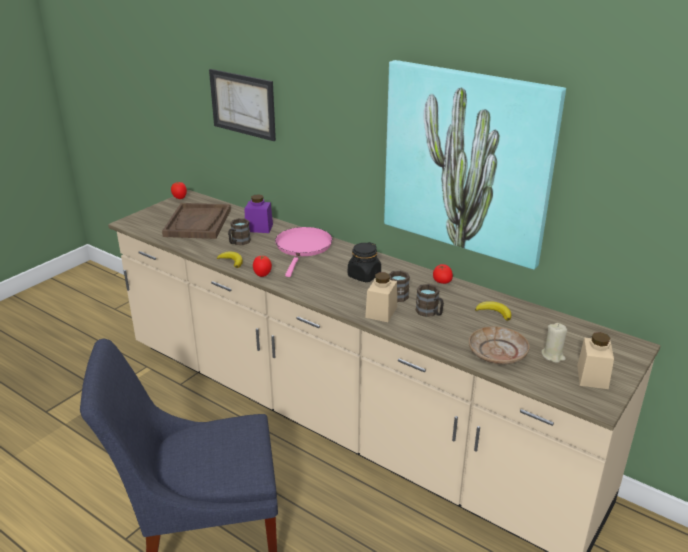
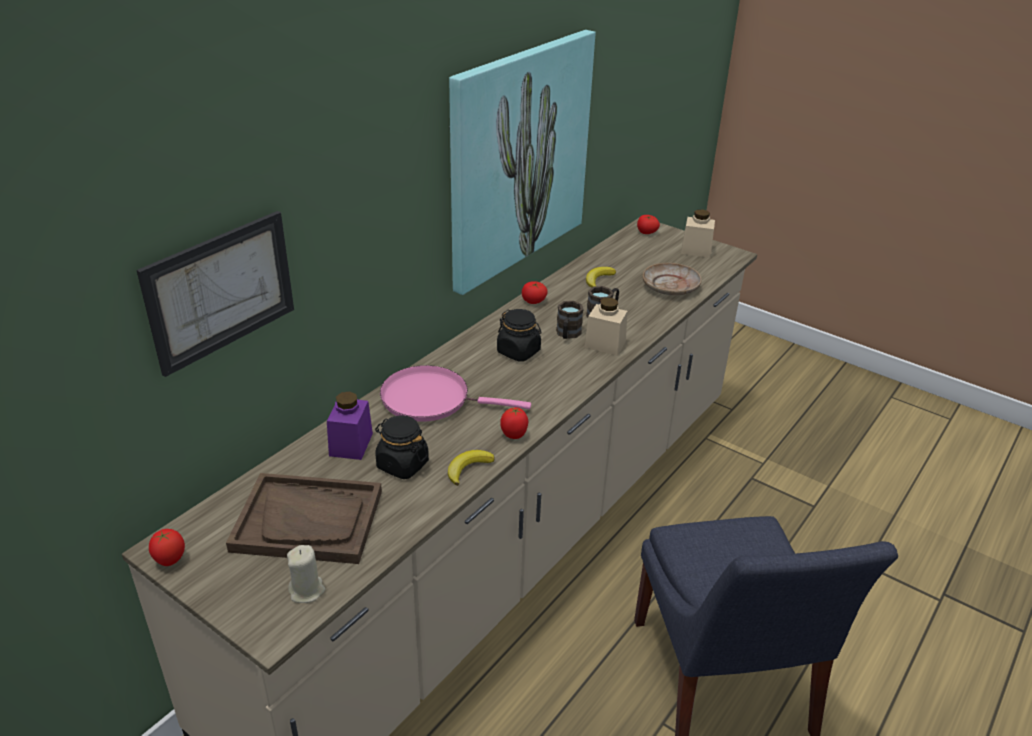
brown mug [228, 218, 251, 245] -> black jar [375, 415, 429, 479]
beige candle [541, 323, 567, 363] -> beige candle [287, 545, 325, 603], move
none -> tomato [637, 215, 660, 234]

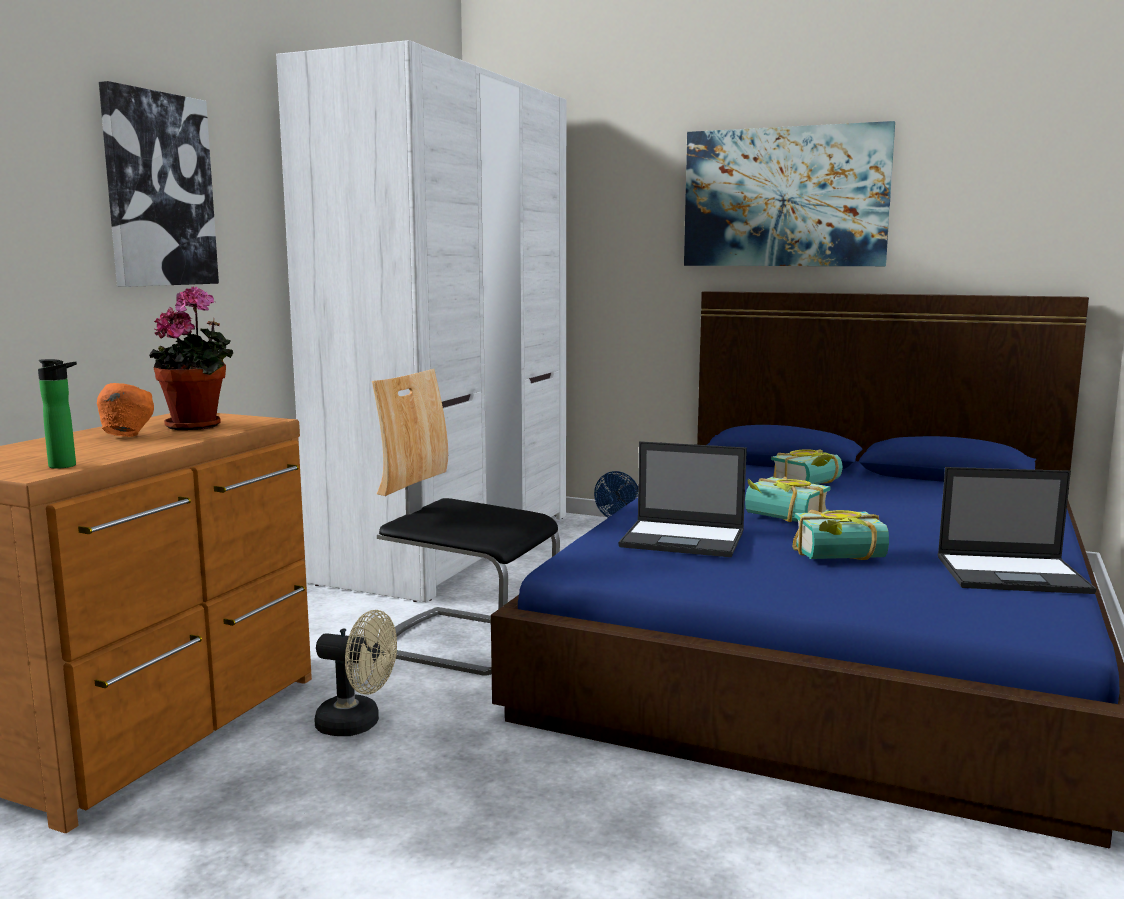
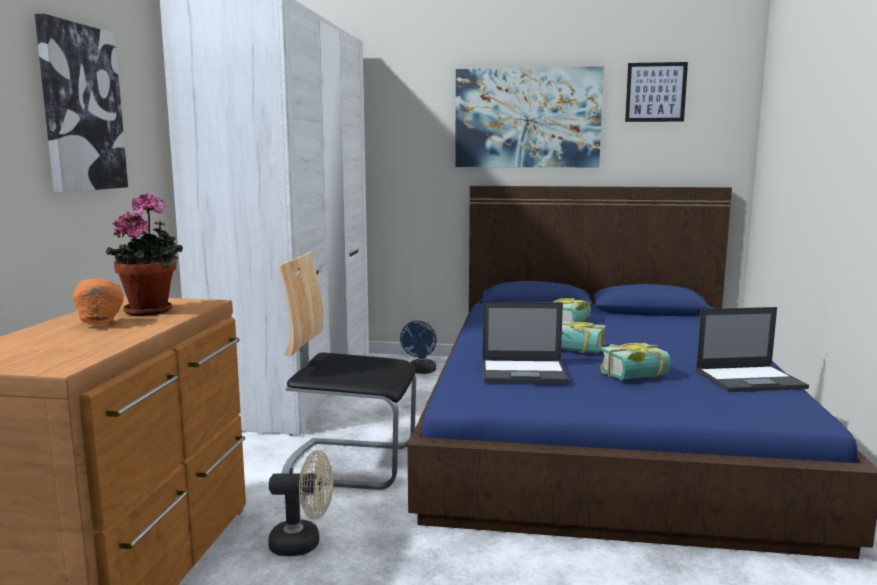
bottle [38, 359, 77, 469] -> none
none -> picture [625, 62, 688, 122]

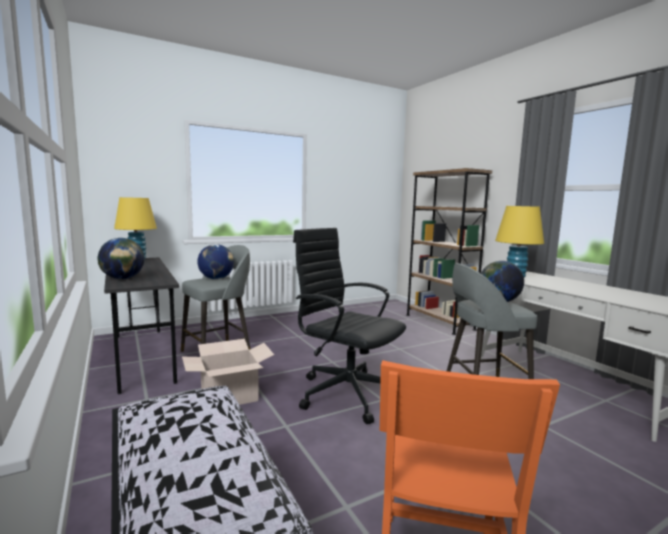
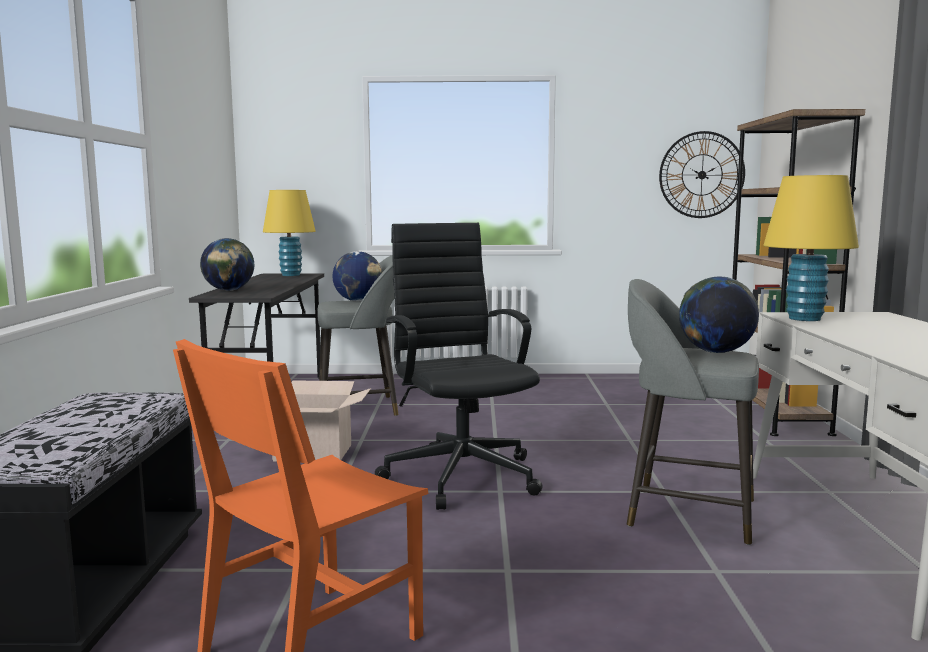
none -> wall clock [659, 131, 745, 218]

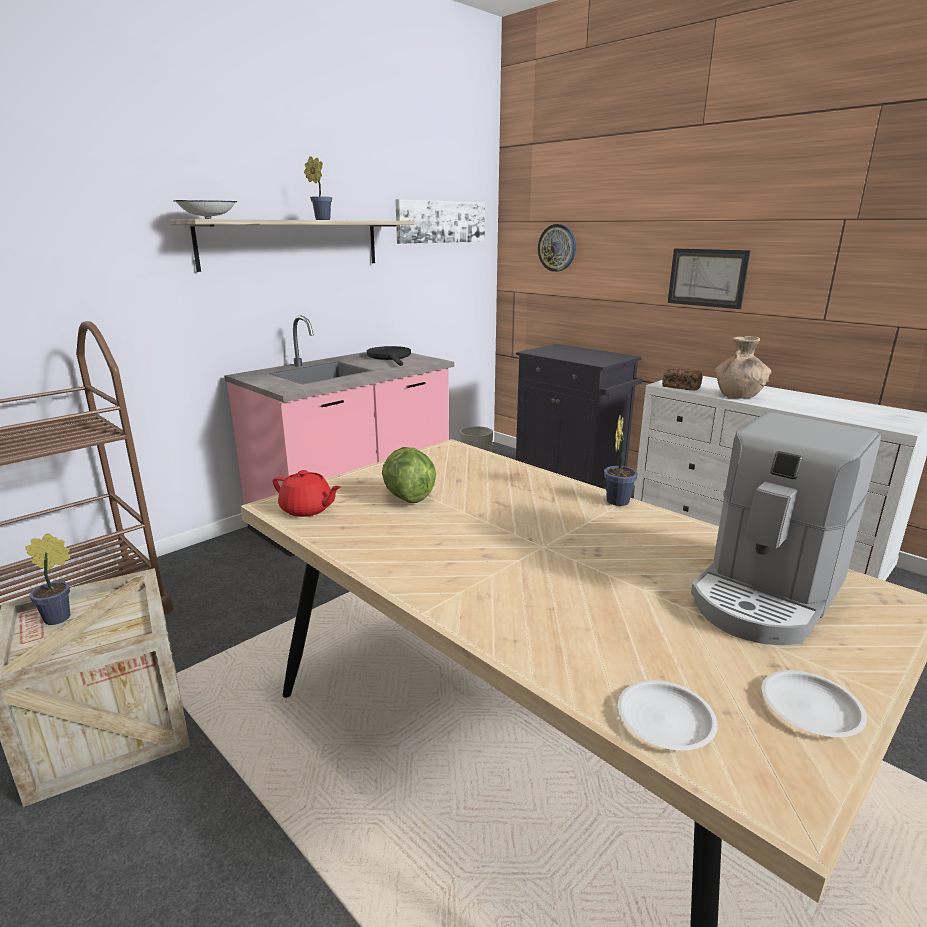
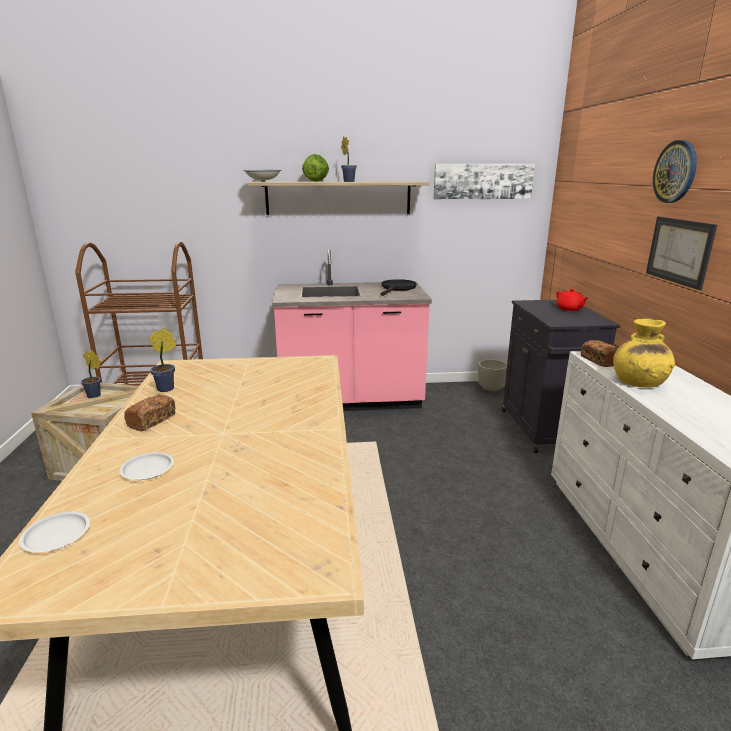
red teapot [273, 470, 341, 517] -> red teapot [556, 289, 588, 311], move
lettuce [382, 447, 436, 503] -> lettuce [302, 154, 329, 182], move
wall clock [538, 224, 576, 272] -> wall clock [653, 140, 697, 203], move
potted plant [604, 415, 638, 506] -> potted plant [150, 328, 176, 392], move
coffee machine [691, 412, 882, 645] -> none
brown vase [715, 336, 771, 399] -> yellow vase [613, 319, 675, 387]
white plate [762, 670, 867, 737] -> white plate [119, 452, 174, 480], move
none -> bread [124, 394, 176, 431]

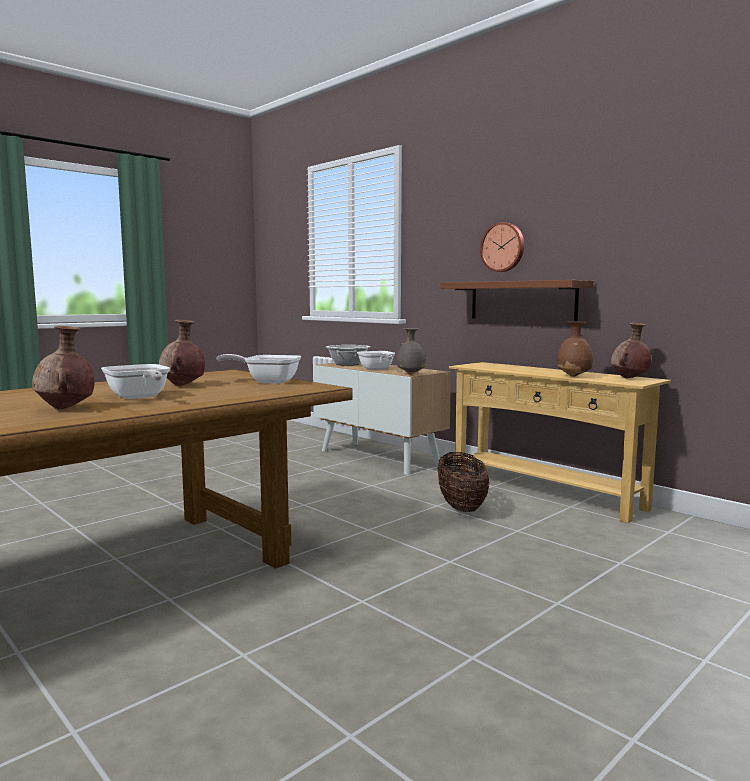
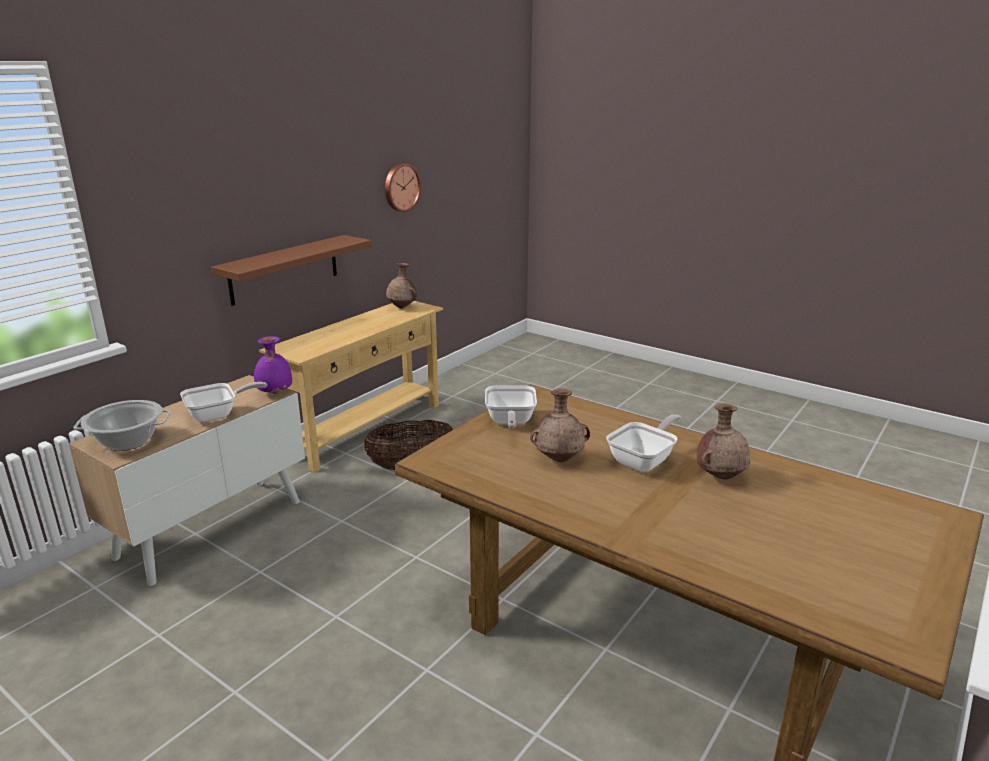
grey vase [396, 328, 426, 375] -> purple vase [254, 336, 292, 394]
wall clock [480, 222, 524, 272] -> wall clock [385, 163, 421, 212], move
brown vase [557, 322, 593, 377] -> none

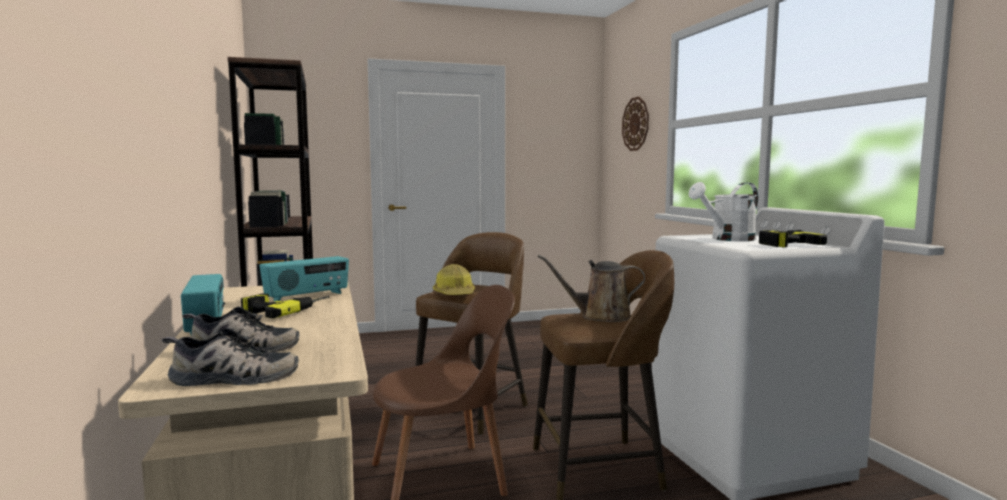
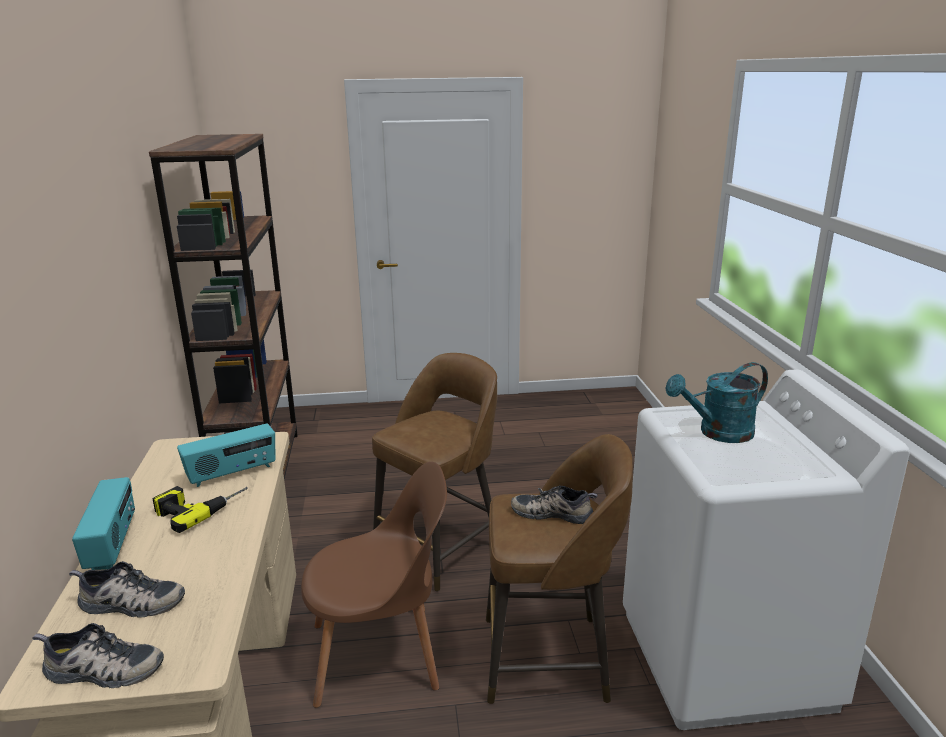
hard hat [433, 264, 475, 295] -> none
brown watering can [538, 255, 645, 322] -> shoe [511, 485, 598, 524]
wall clock [622, 97, 649, 151] -> none
white watering can [689, 182, 758, 241] -> turquoise watering can [665, 362, 768, 443]
power drill [759, 230, 827, 247] -> none

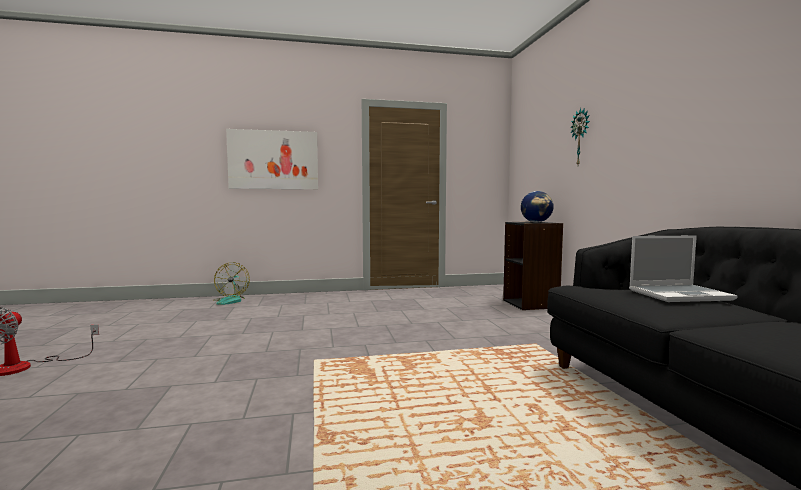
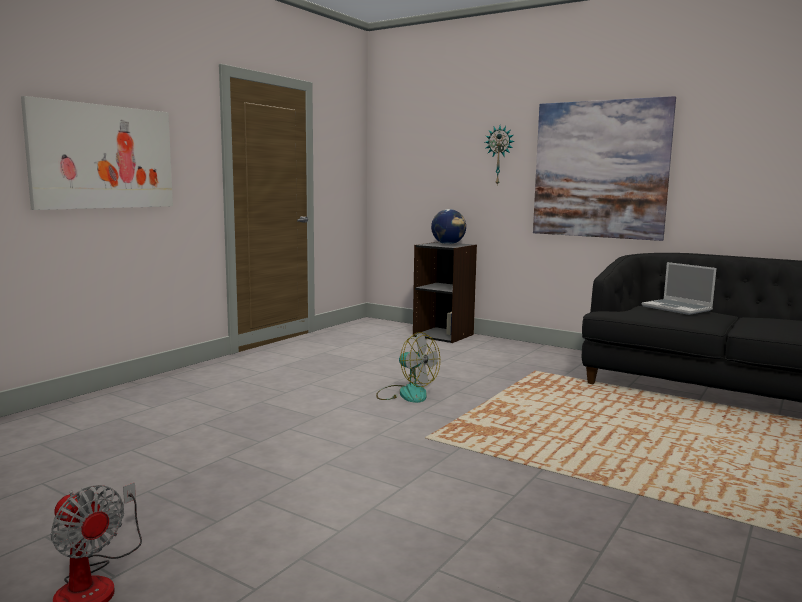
fan [213, 262, 250, 305] -> fan [376, 332, 440, 403], move
laptop [629, 236, 738, 302] -> laptop [642, 262, 717, 315], 105 degrees clockwise
none -> picture [533, 96, 676, 241]

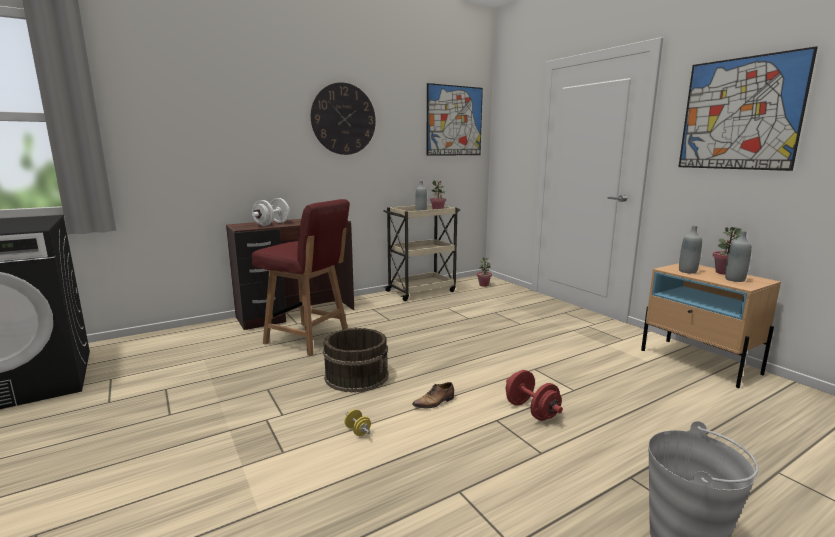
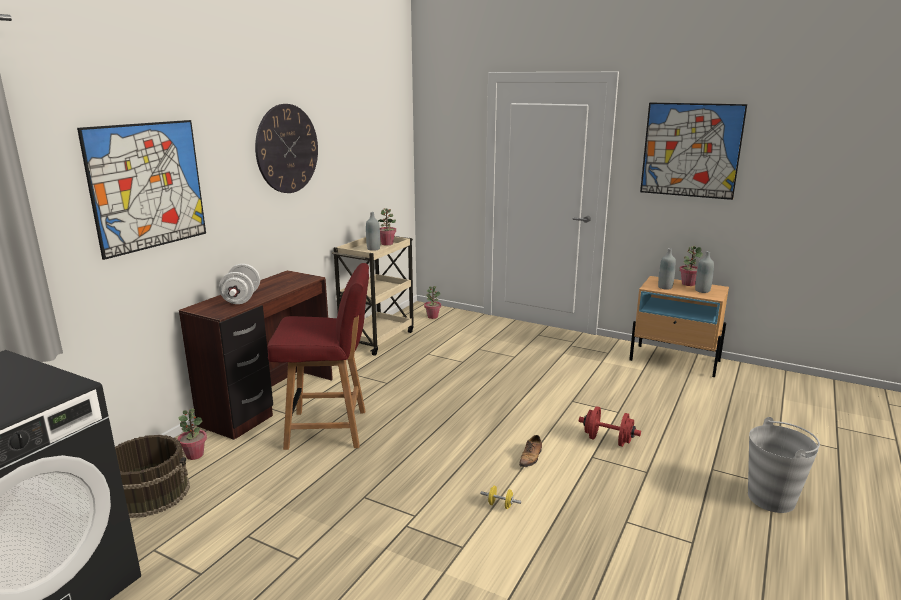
brown bucket [323, 328, 388, 393] -> brown bucket [115, 435, 190, 518], move
picture [426, 83, 483, 156] -> picture [77, 120, 206, 260], move
none -> potted plant [178, 408, 207, 460]

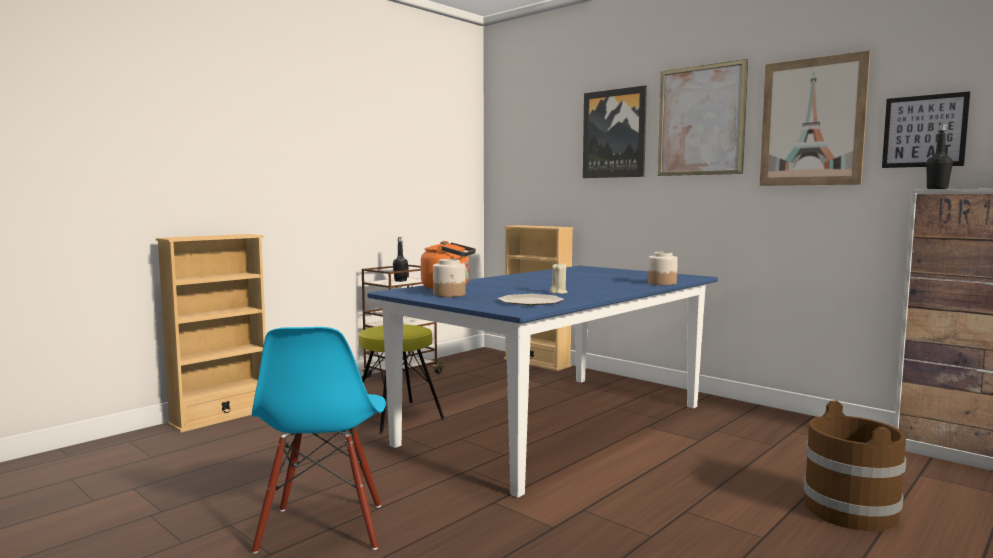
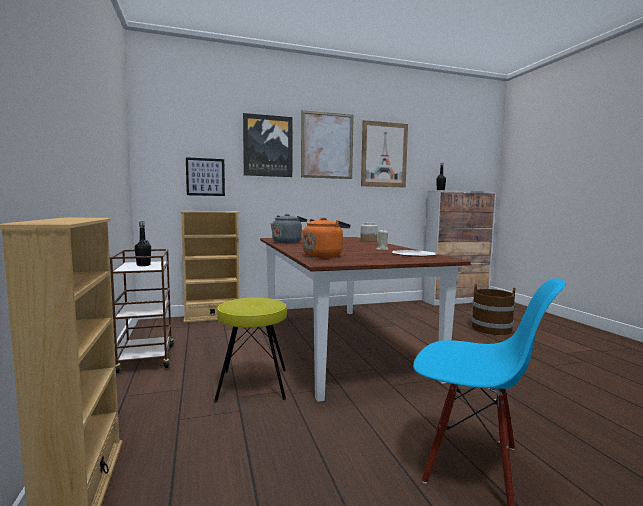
blue dining table [368, 266, 718, 498] -> brown dining table [260, 237, 471, 402]
jar [433, 259, 466, 297] -> none
picture [882, 91, 970, 168] -> picture [186, 157, 225, 196], move
none -> grey kettle [271, 214, 307, 243]

